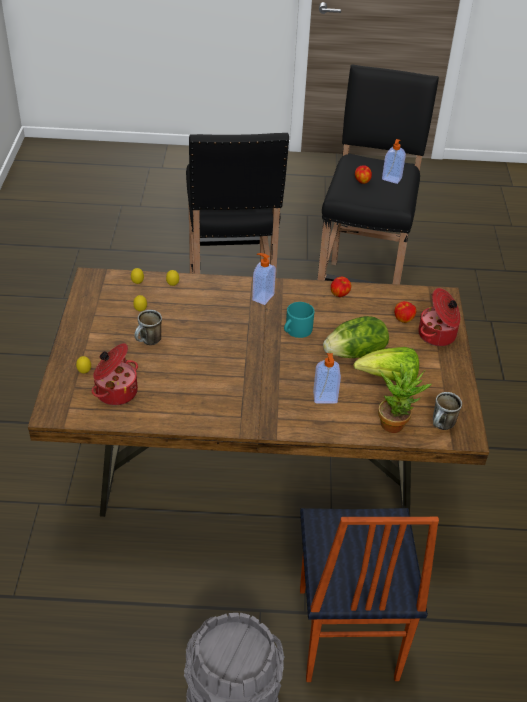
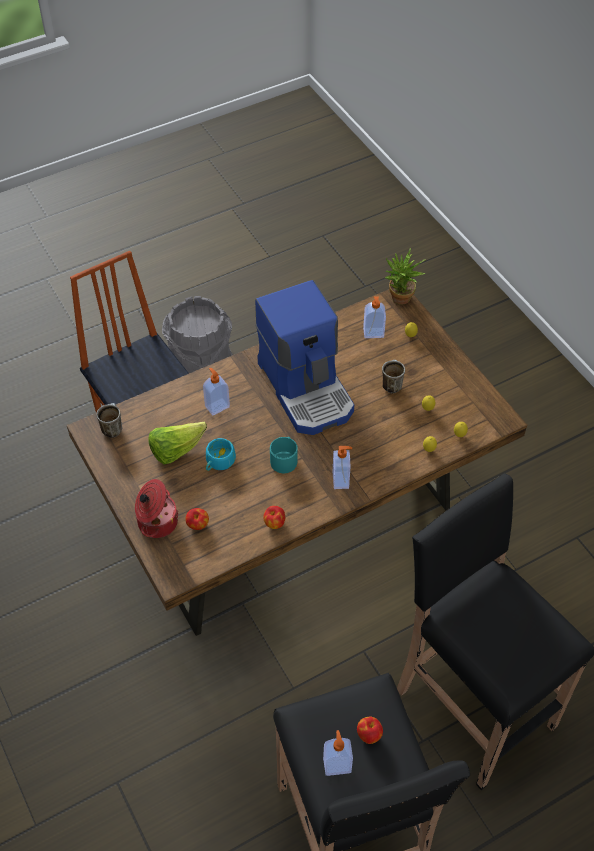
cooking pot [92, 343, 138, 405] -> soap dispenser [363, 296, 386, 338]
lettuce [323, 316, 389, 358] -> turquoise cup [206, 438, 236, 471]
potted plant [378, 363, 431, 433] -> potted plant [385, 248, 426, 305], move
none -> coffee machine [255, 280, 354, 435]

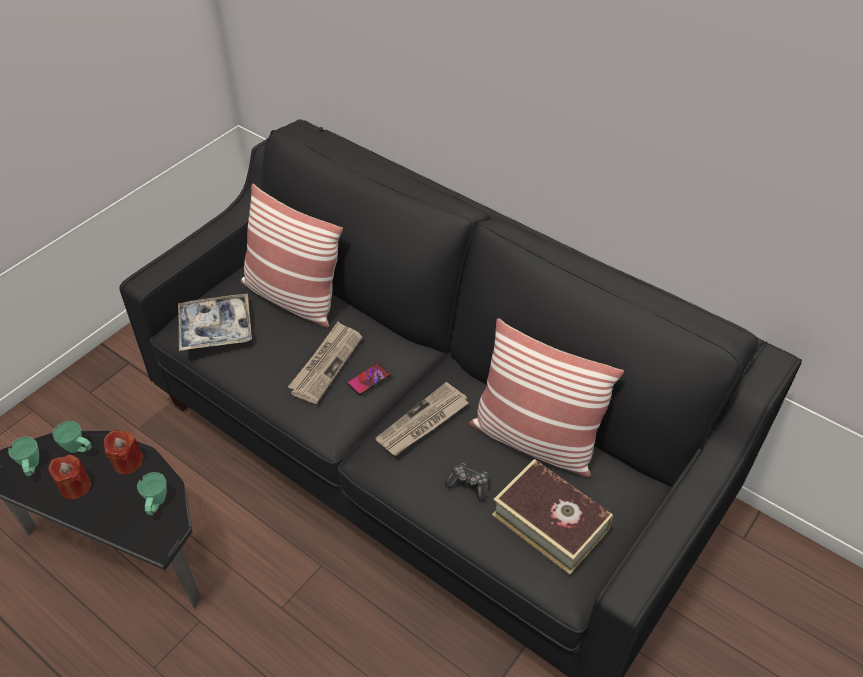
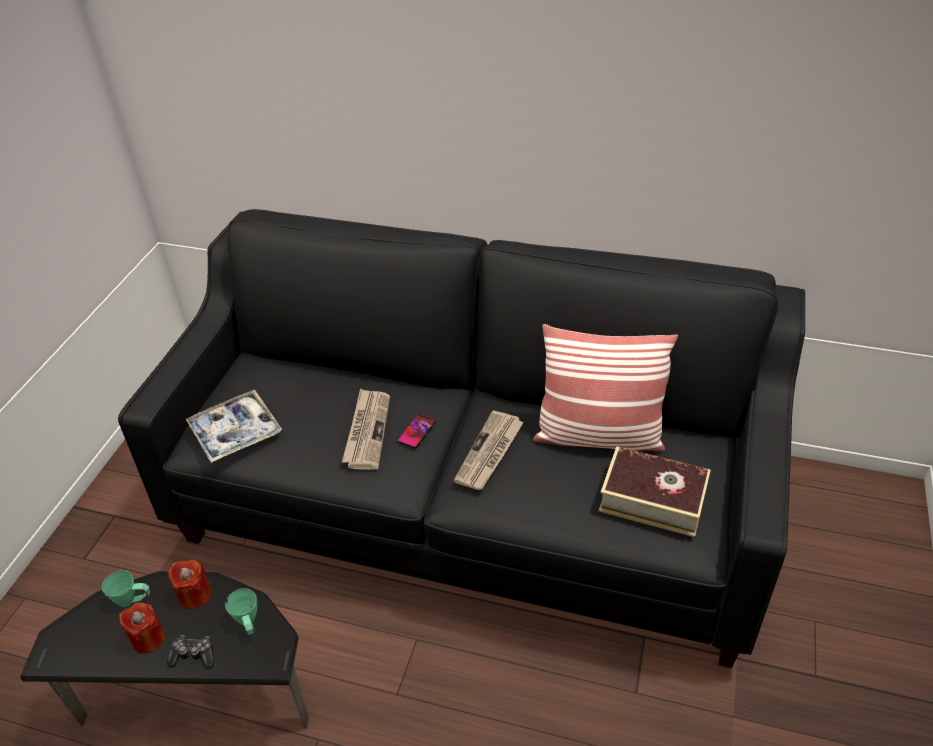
green mug [8, 437, 39, 476] -> none
pillow [241, 184, 343, 328] -> none
game controller [445, 463, 488, 501] -> game controller [167, 635, 214, 669], move

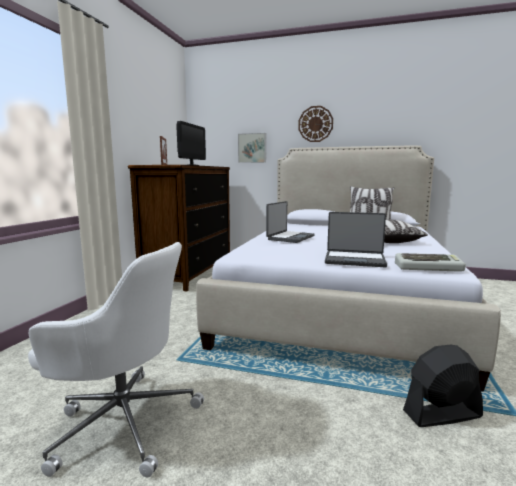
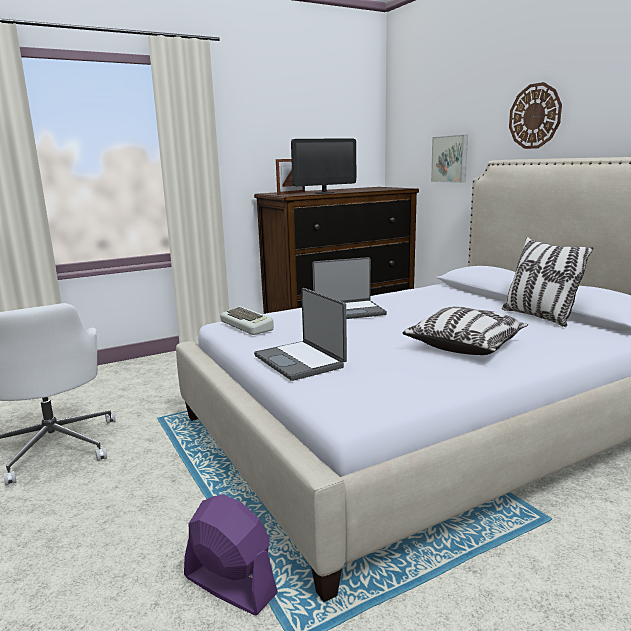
keyboard [395, 253, 466, 272] -> keyboard [220, 306, 274, 335], move
black fan [403, 345, 483, 427] -> purple fan [184, 495, 278, 615]

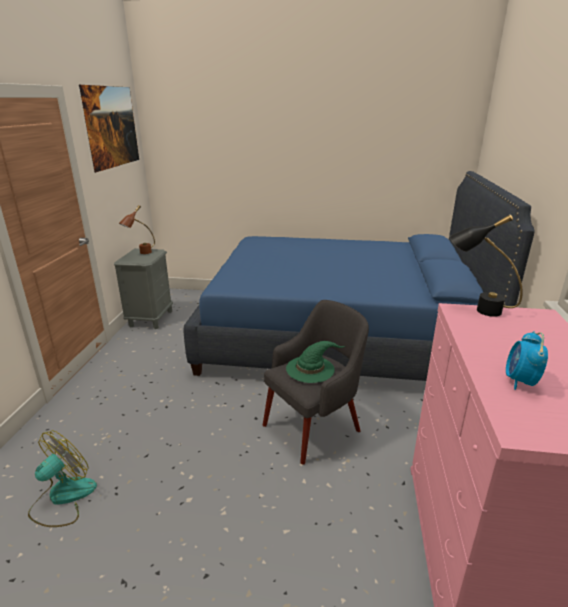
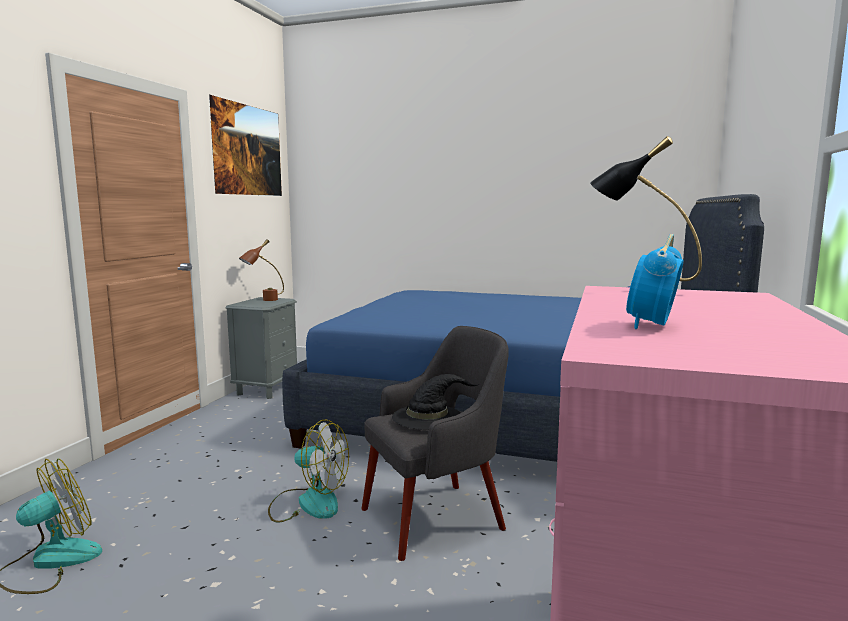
green hat [286, 341, 345, 383] -> black hat [392, 374, 479, 430]
none -> fan [268, 419, 349, 522]

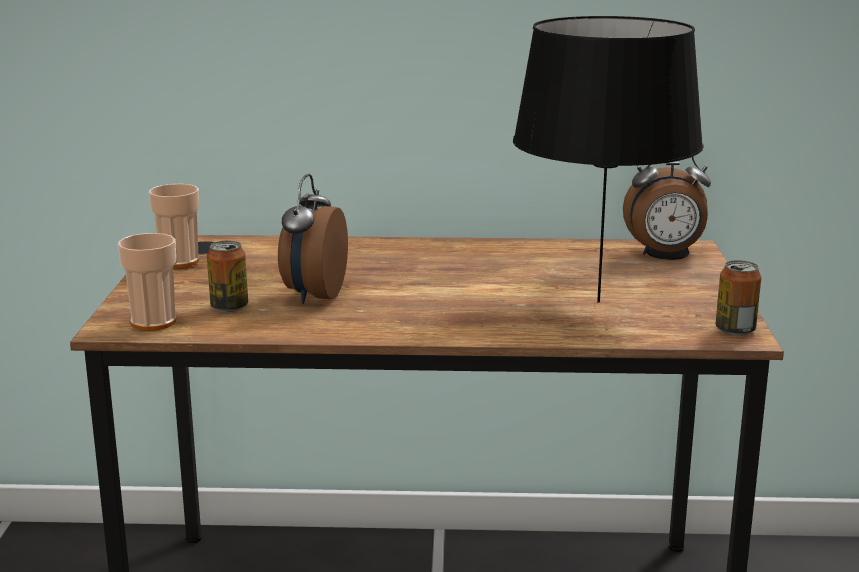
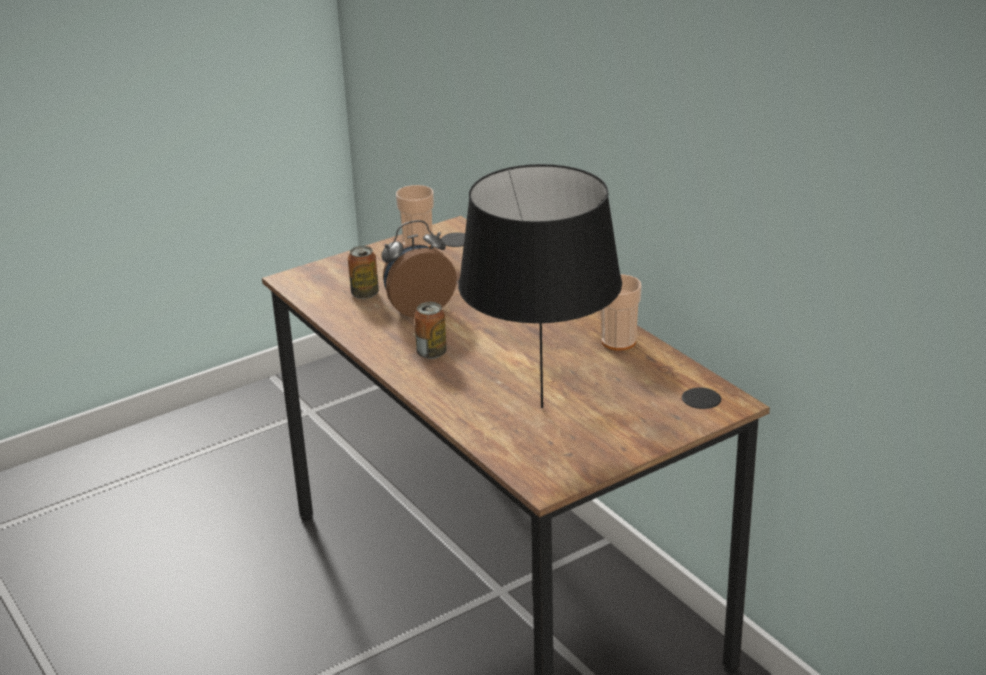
cup [118, 233, 176, 331] -> cup [601, 274, 642, 351], move
alarm clock [623, 157, 711, 255] -> none
can [715, 260, 761, 336] -> can [414, 302, 447, 359], move

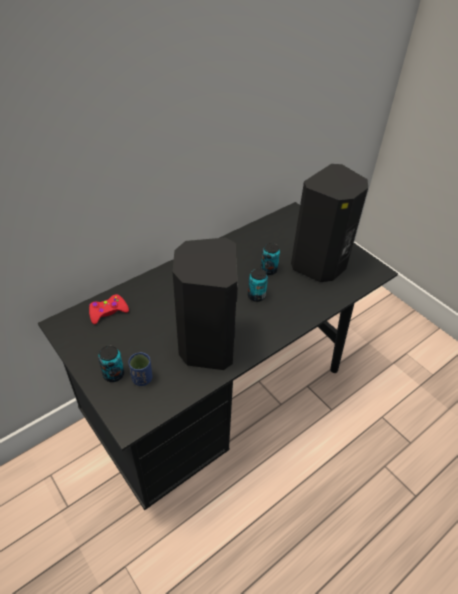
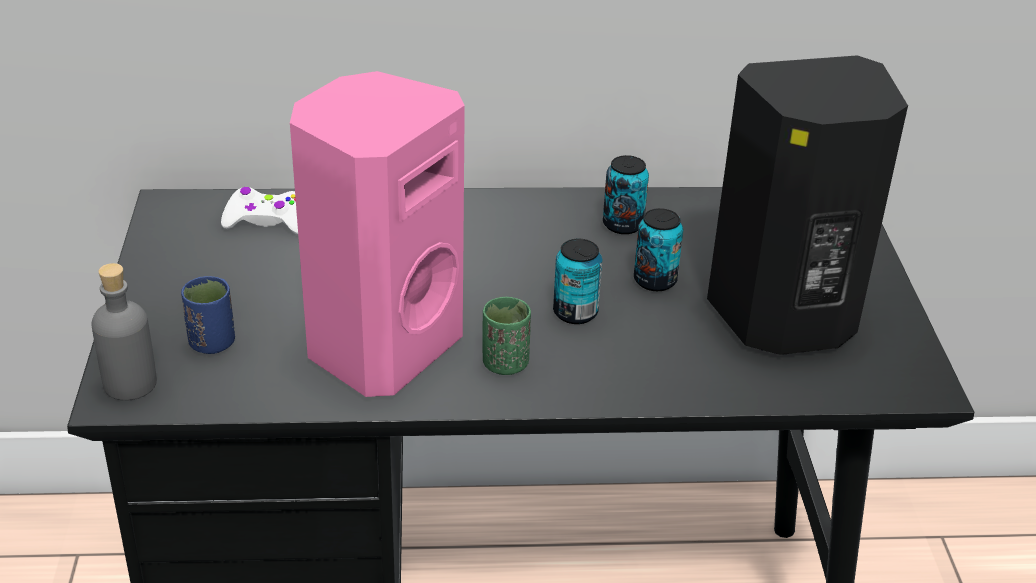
red game controller [89, 294, 129, 324] -> white game controller [221, 187, 298, 235]
can [98, 345, 124, 382] -> can [603, 155, 649, 234], move
black speaker [173, 237, 238, 370] -> pink speaker [290, 71, 465, 397]
none -> grey bottle [91, 263, 157, 401]
none -> green cup [482, 297, 531, 375]

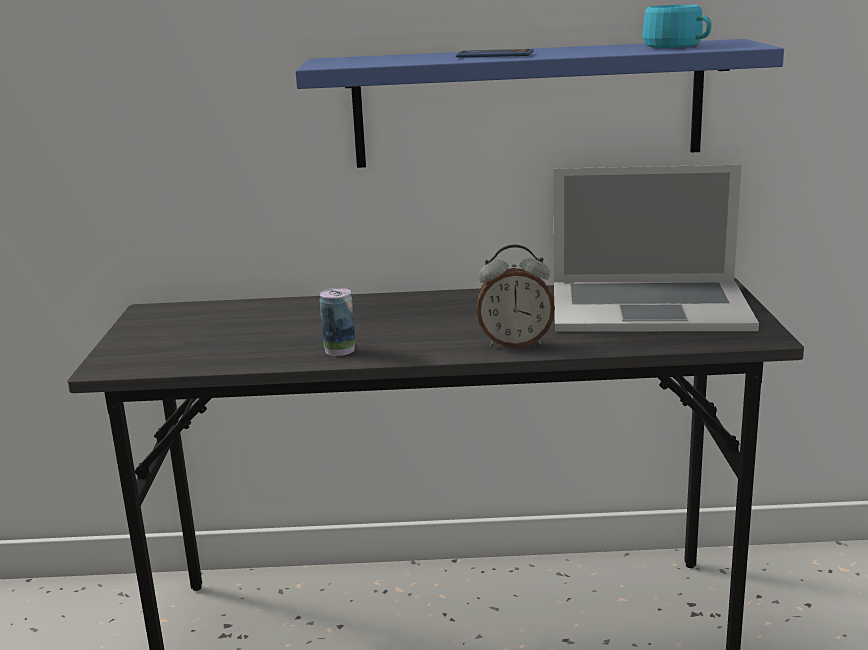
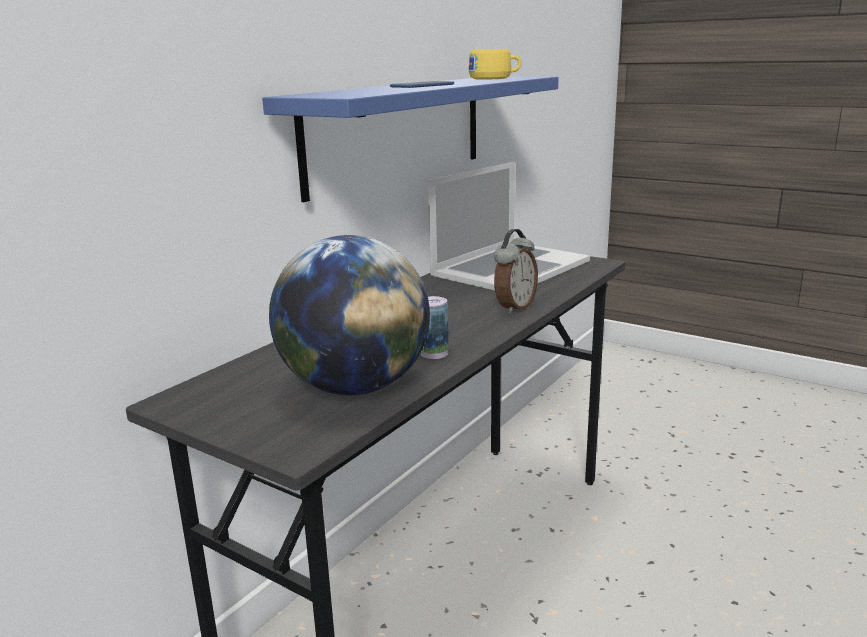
turquoise cup [643, 5, 712, 48] -> yellow cup [469, 49, 521, 80]
none -> globe [269, 235, 430, 395]

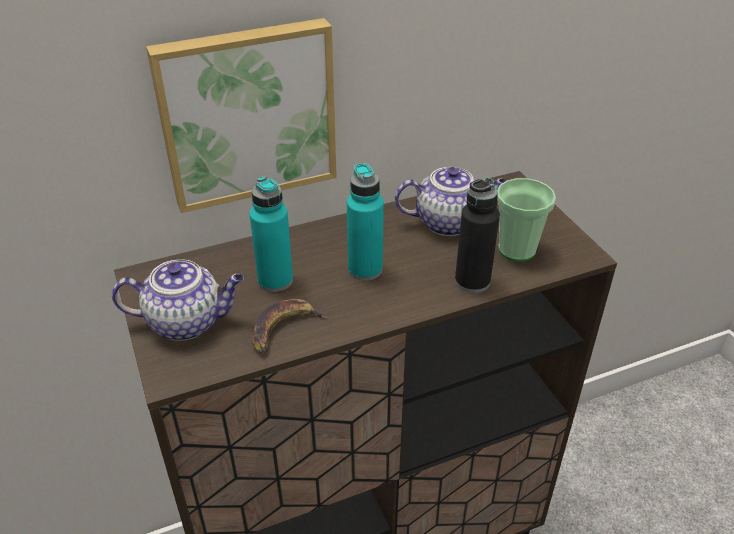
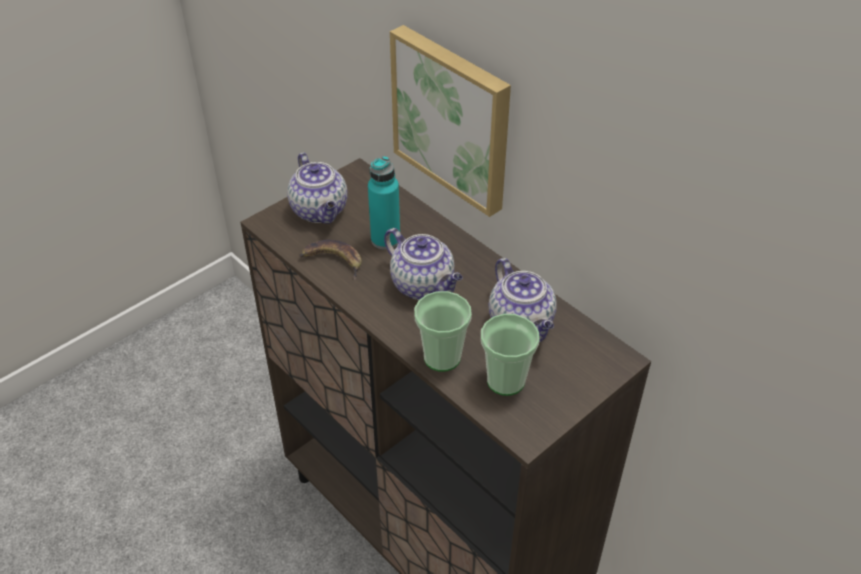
turquoise bottle [347, 163, 384, 281] -> teapot [384, 228, 463, 300]
black bottle [455, 178, 500, 293] -> cup [414, 291, 472, 372]

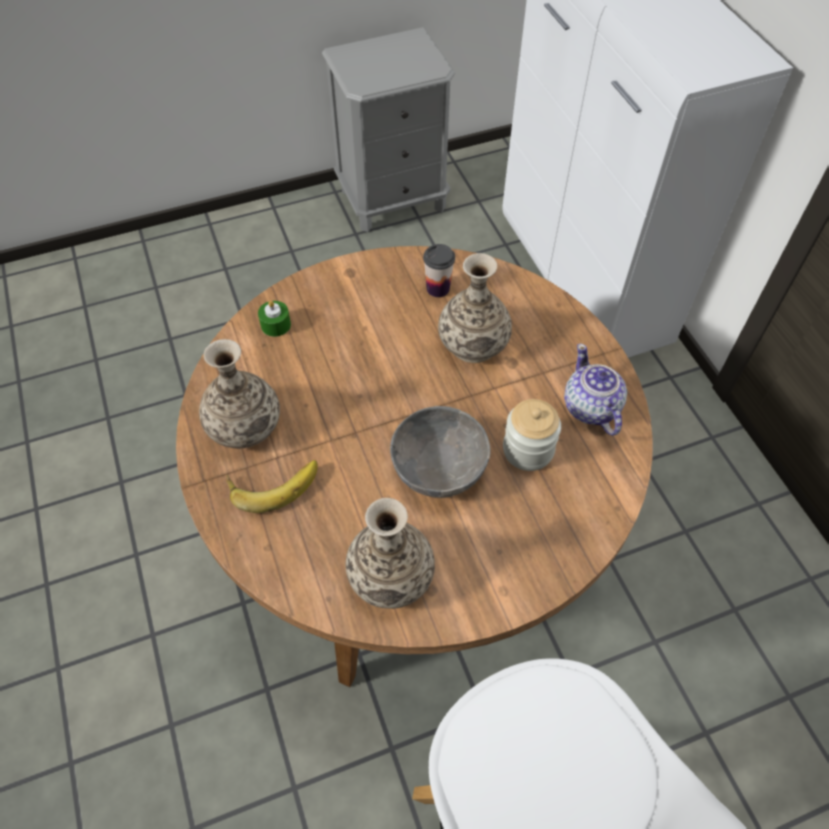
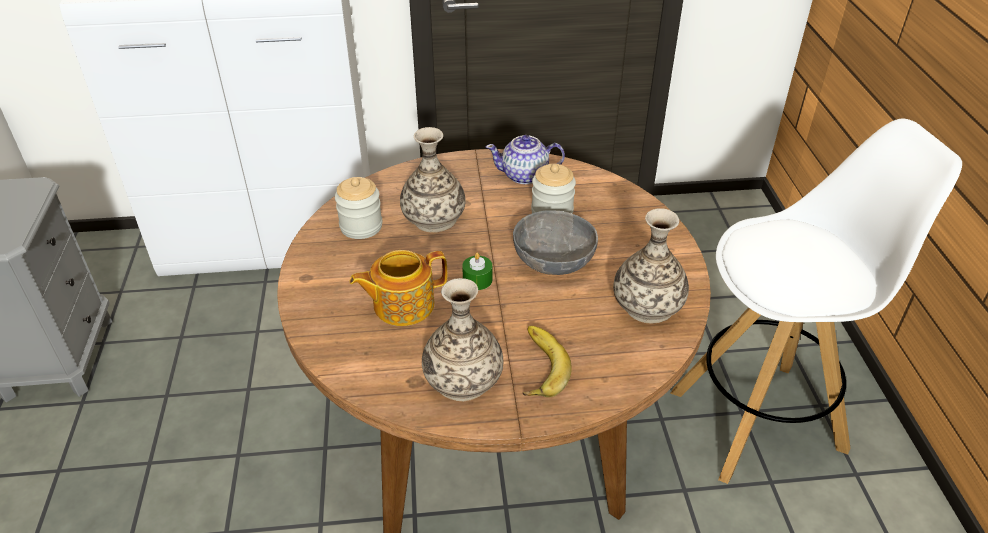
green candle [258, 301, 291, 337] -> green candle [462, 253, 492, 290], move
cup [423, 244, 455, 297] -> jar [335, 177, 382, 239]
none -> teapot [349, 250, 447, 326]

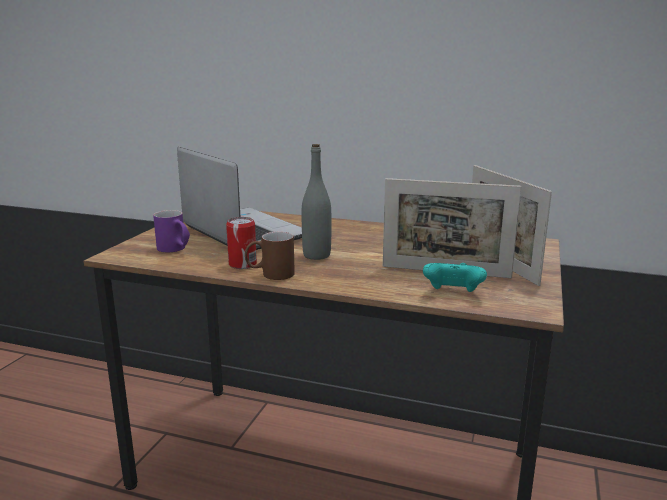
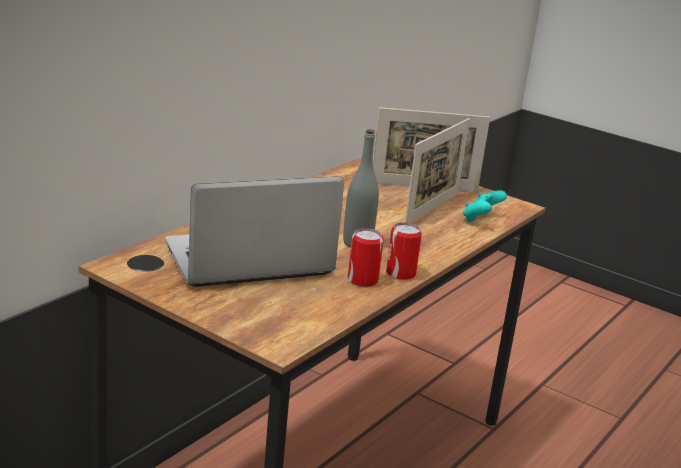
purple mug [153, 210, 190, 252] -> none
brown mug [245, 232, 295, 280] -> can [386, 222, 422, 280]

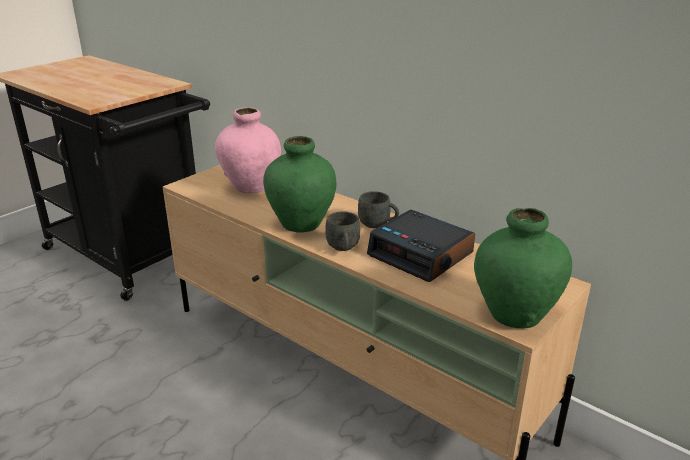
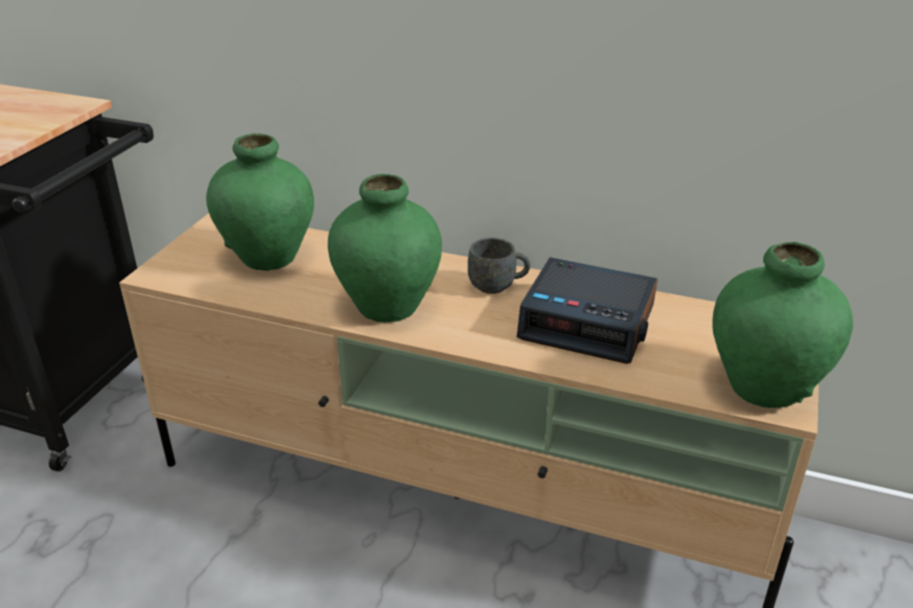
pink vase [215, 107, 281, 194] -> green vase [206, 133, 314, 271]
grey mug [325, 211, 360, 251] -> none

